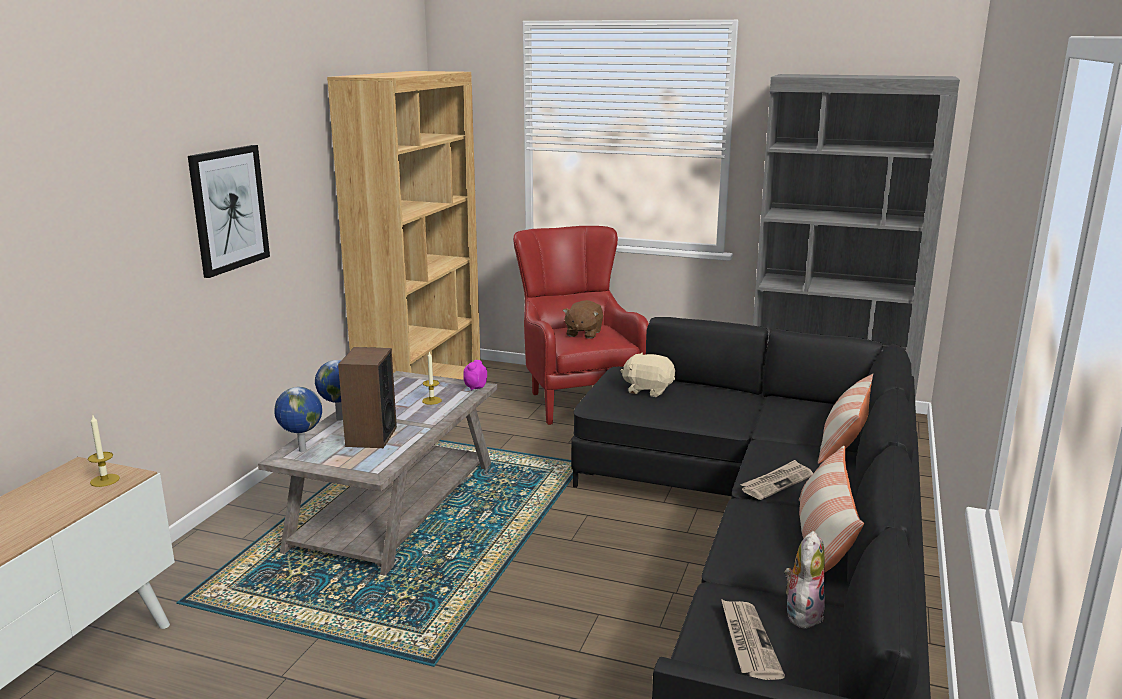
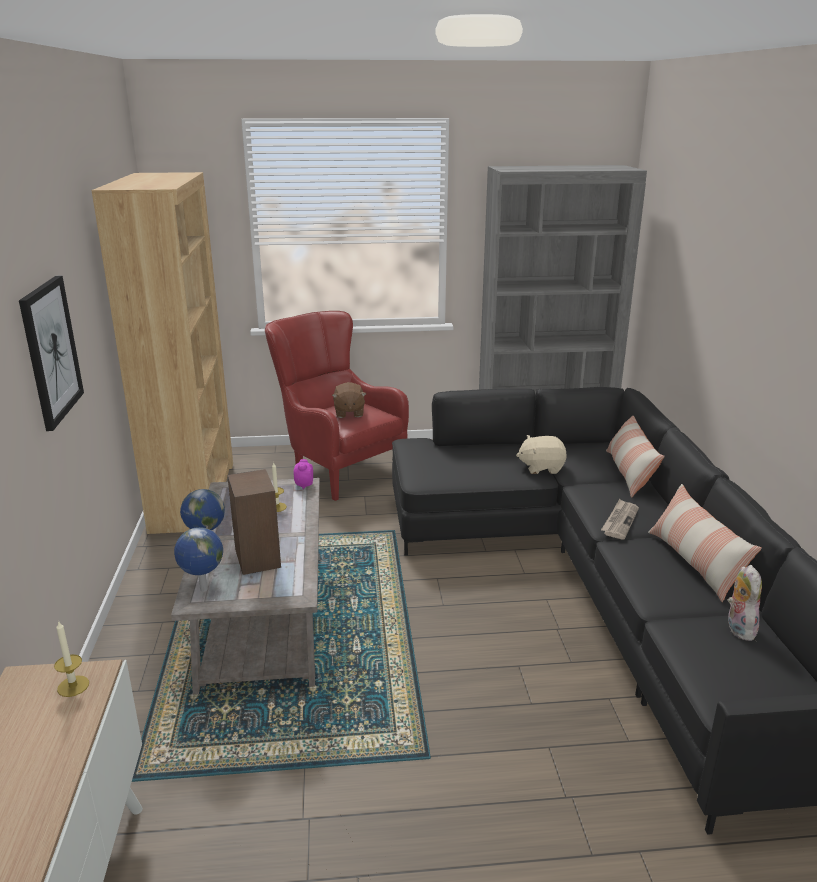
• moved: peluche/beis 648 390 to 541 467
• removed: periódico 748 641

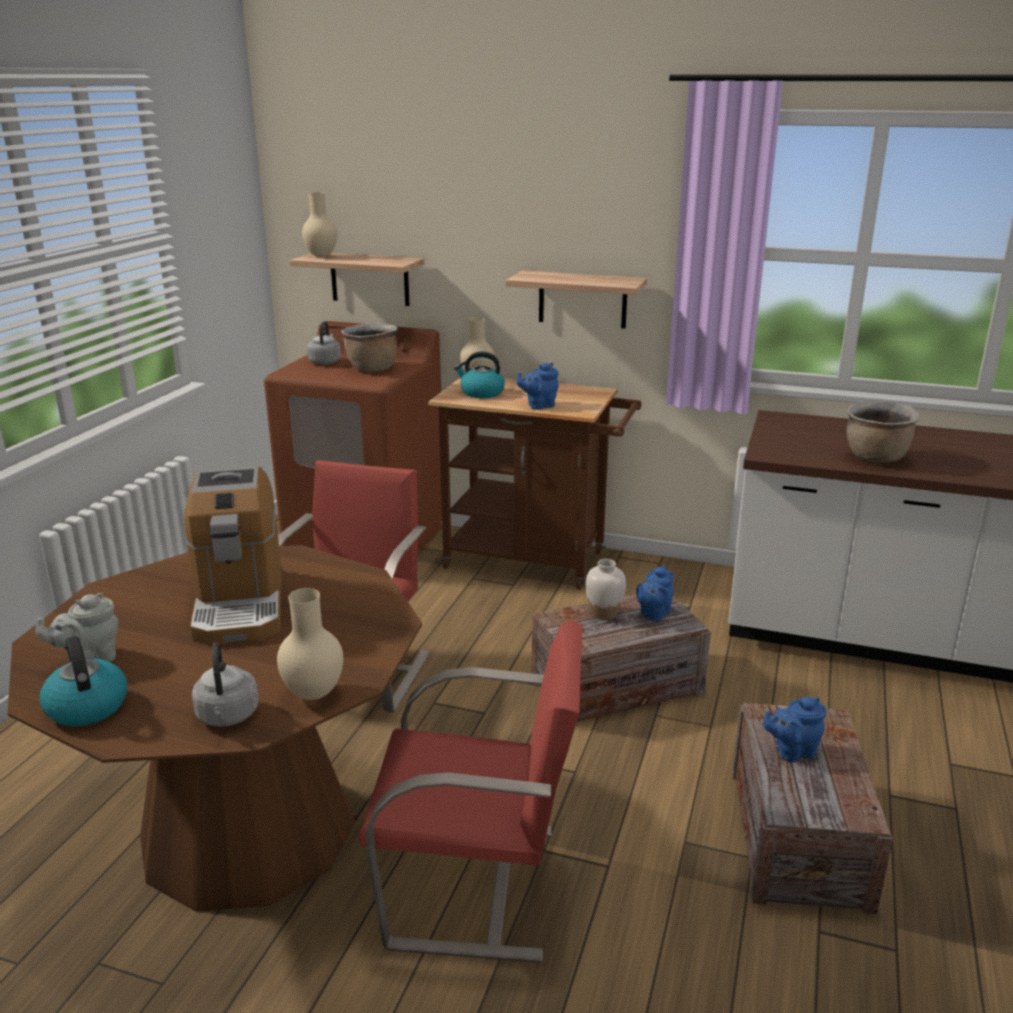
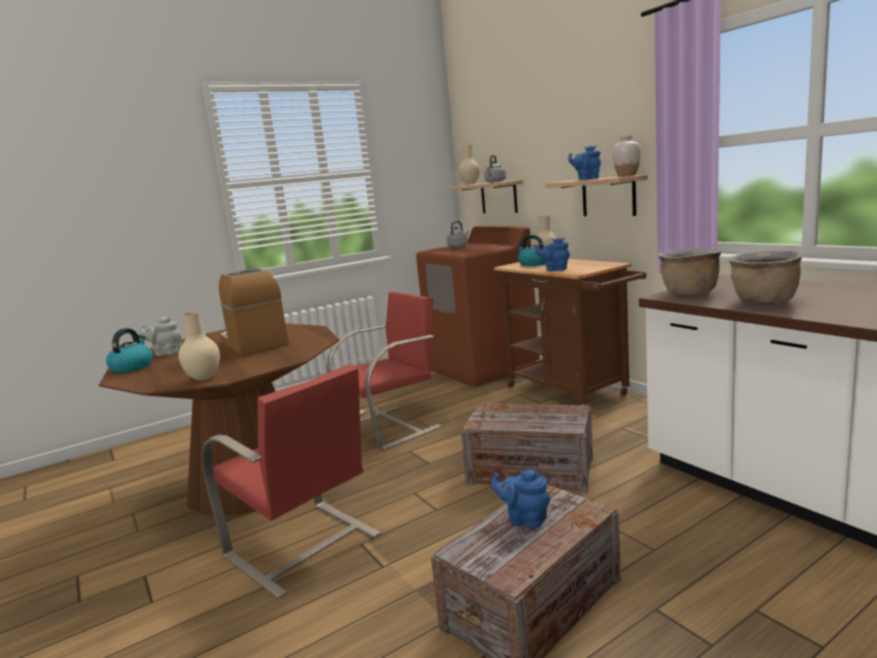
• turned: cafetera 240 603 = 254 343 120 degrees clockwise
• moved: hervidor/gris 227 717 to 495 182
• moved: olla/marrón 371 369 to 689 294
• moved: florero/blanco 604 613 to 626 176
• moved: tetera/azul 653 614 to 586 179

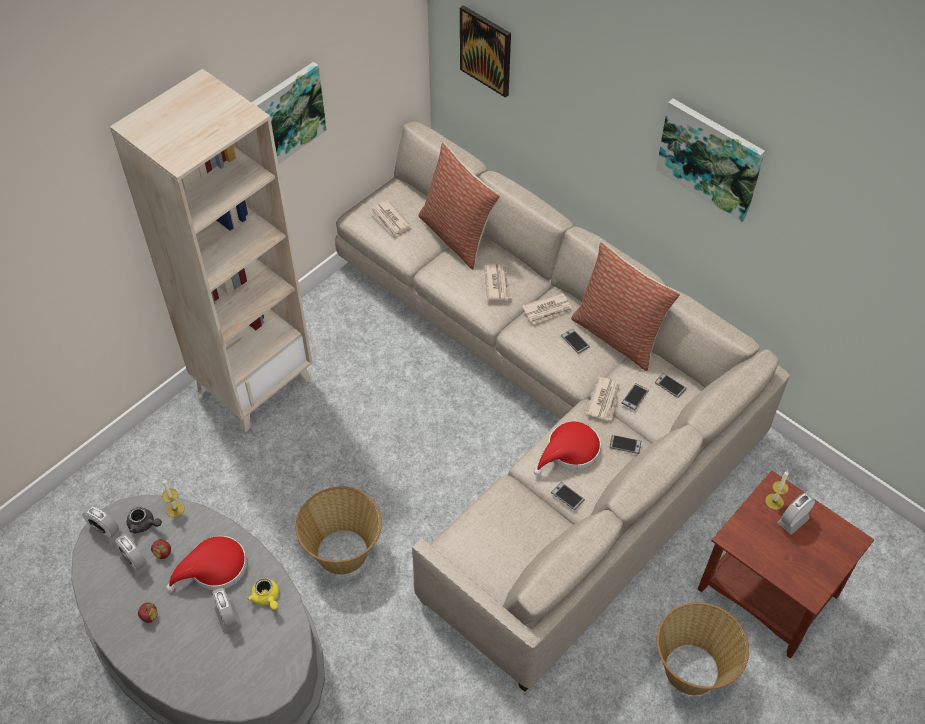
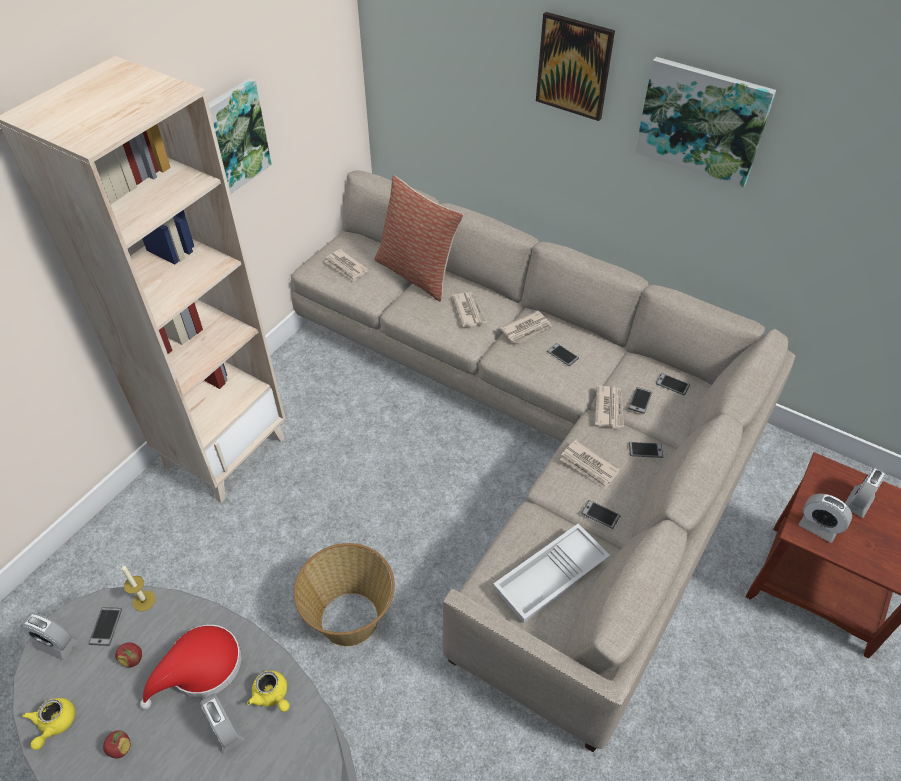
• moved: despertador 135 562 to 818 527
• replaced: tetera/gris 144 524 to móvil 106 626
• moved: cuadro 486 50 to 574 66
• replaced: sombrero/rojo 570 451 to periódico 589 466
• removed: cojín 618 335
• removed: cesta 692 669
• removed: vela 774 501
• added: tetera/amarillo 54 725
• added: bandeja/blanco 551 578

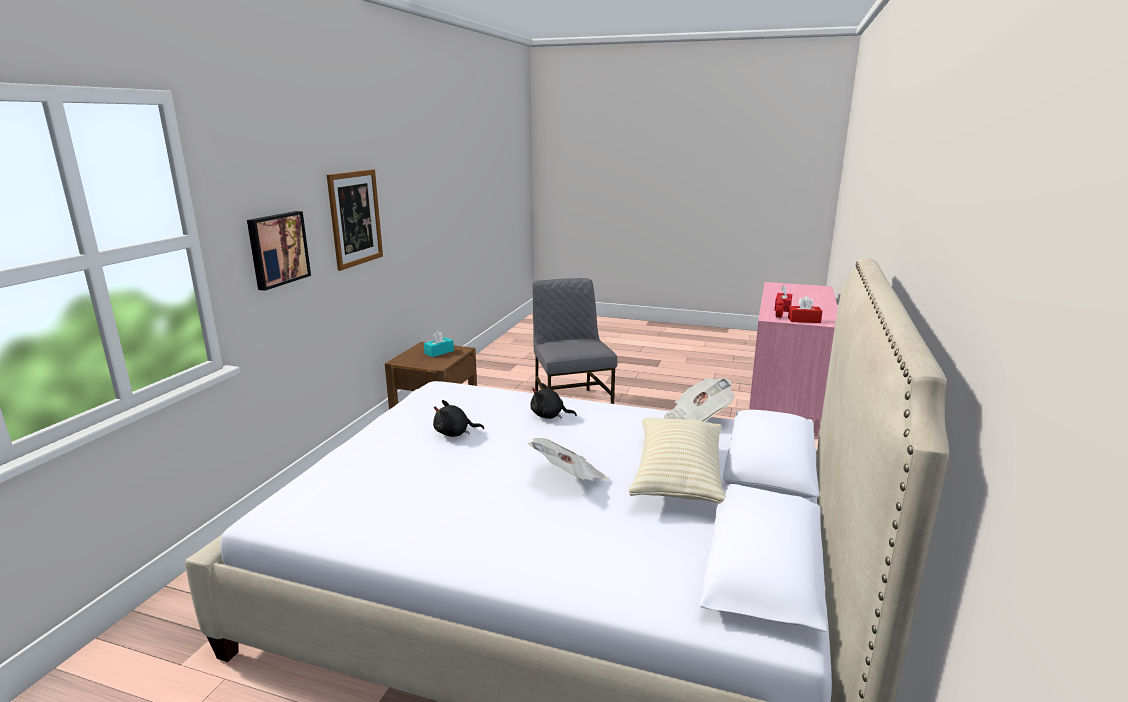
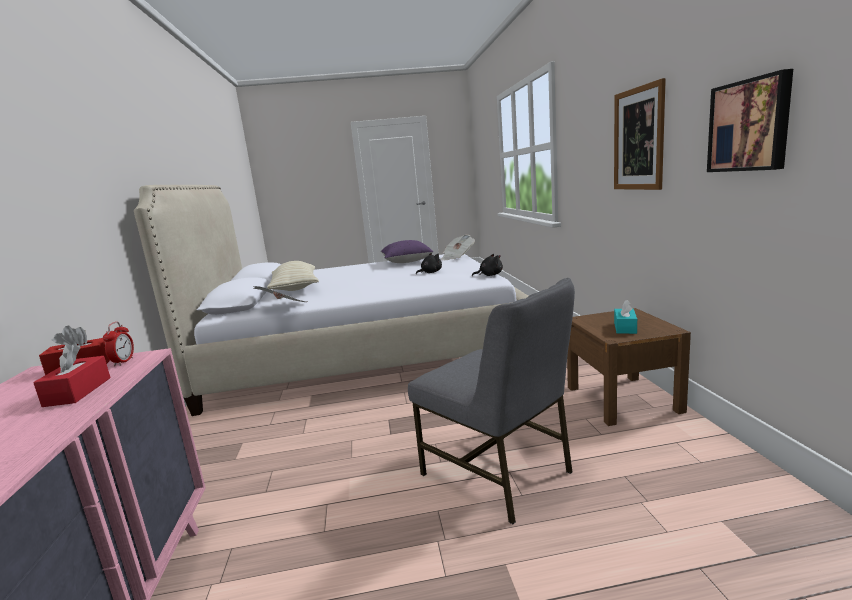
• moved: cuadro 277 249 to 750 125
• moved: periódico 569 479 to 457 257
• moved: peluche/negro 549 416 to 489 275
• added: cojín/morado 407 262

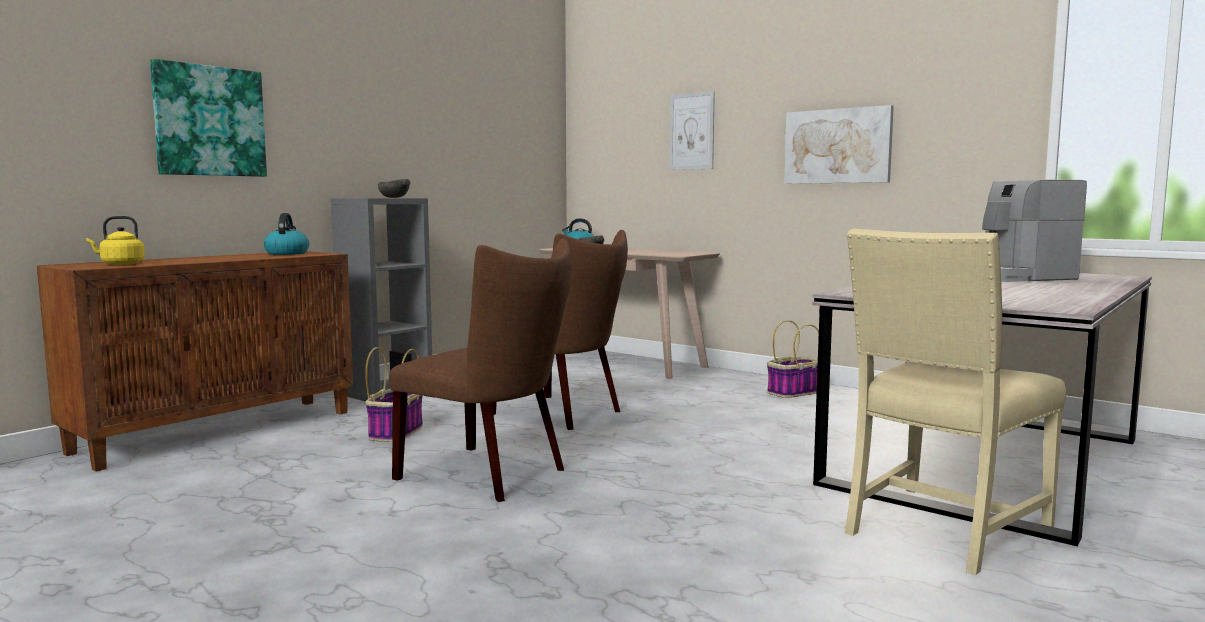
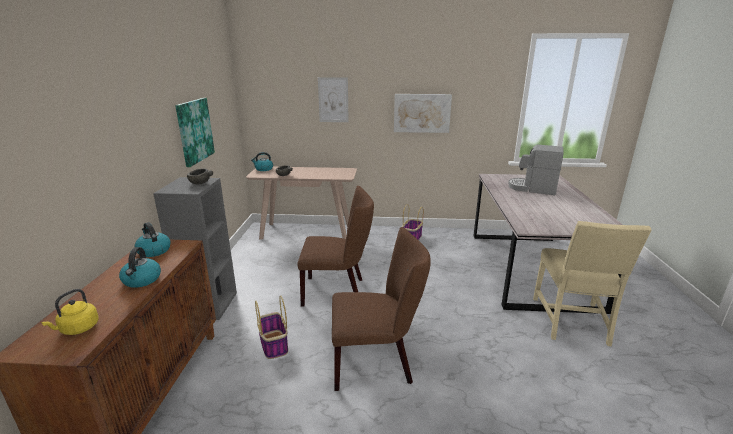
• moved: cuadro 209 121 to 194 131
• turned: cafetera 1015 278 = 532 188 75 degrees clockwise
• added: hervidor 142 280

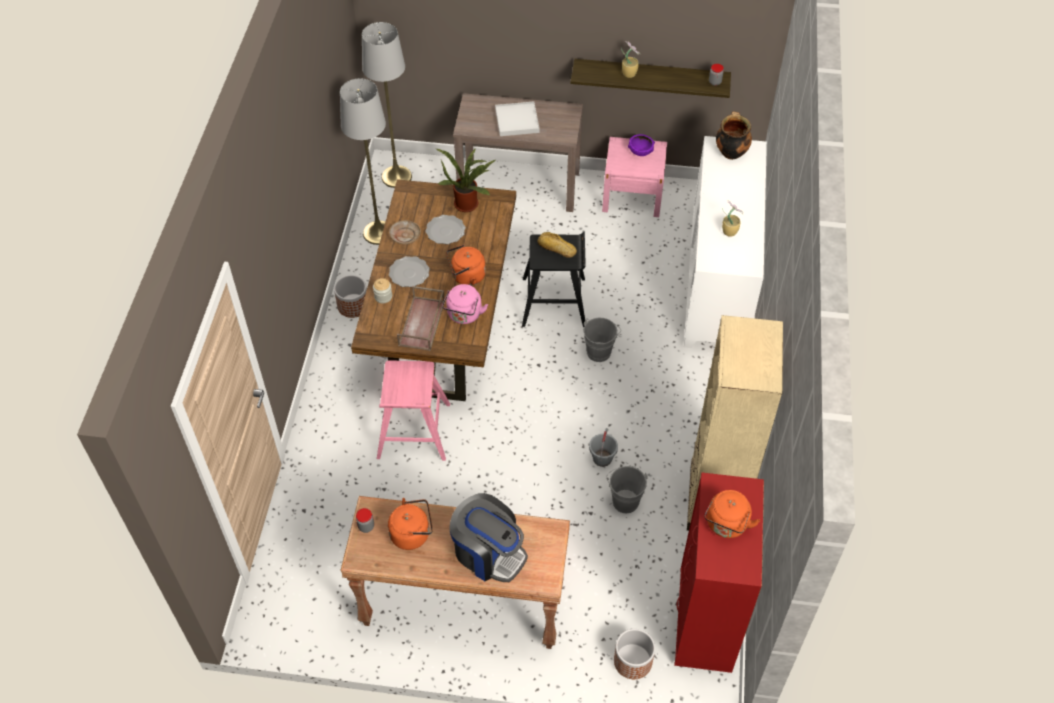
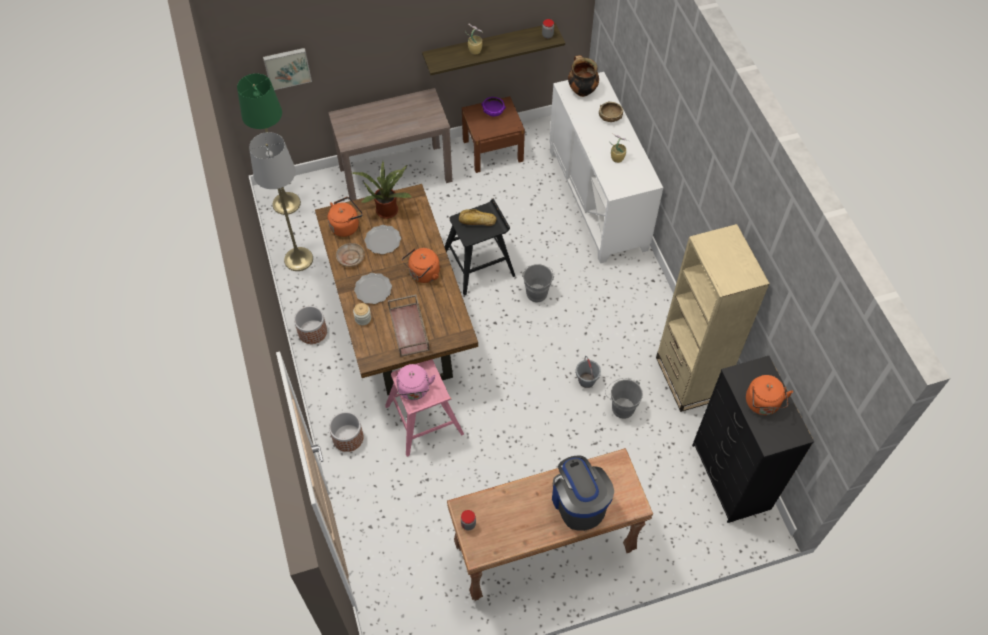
• recoloured: lámpara de pie/gris 396 177 to lámpara de pie/verde 286 203
• moved: hervidor/naranja 412 534 to 346 225
• moved: hervidor/rosa 464 315 to 414 390
• turned: cafetera 488 553 = 578 502 120 degrees counterclockwise
• removed: bandeja/blanco 517 121
• recoloured: mesita de noche/rosa 632 196 to mesita de noche/marrón 493 150
• moved: maceta 633 661 to 348 438
• recoloured: cómoda/rojo 705 620 to cómoda/negro 731 477
• added: cuadro 287 67
• added: cuenco/marrón 610 117

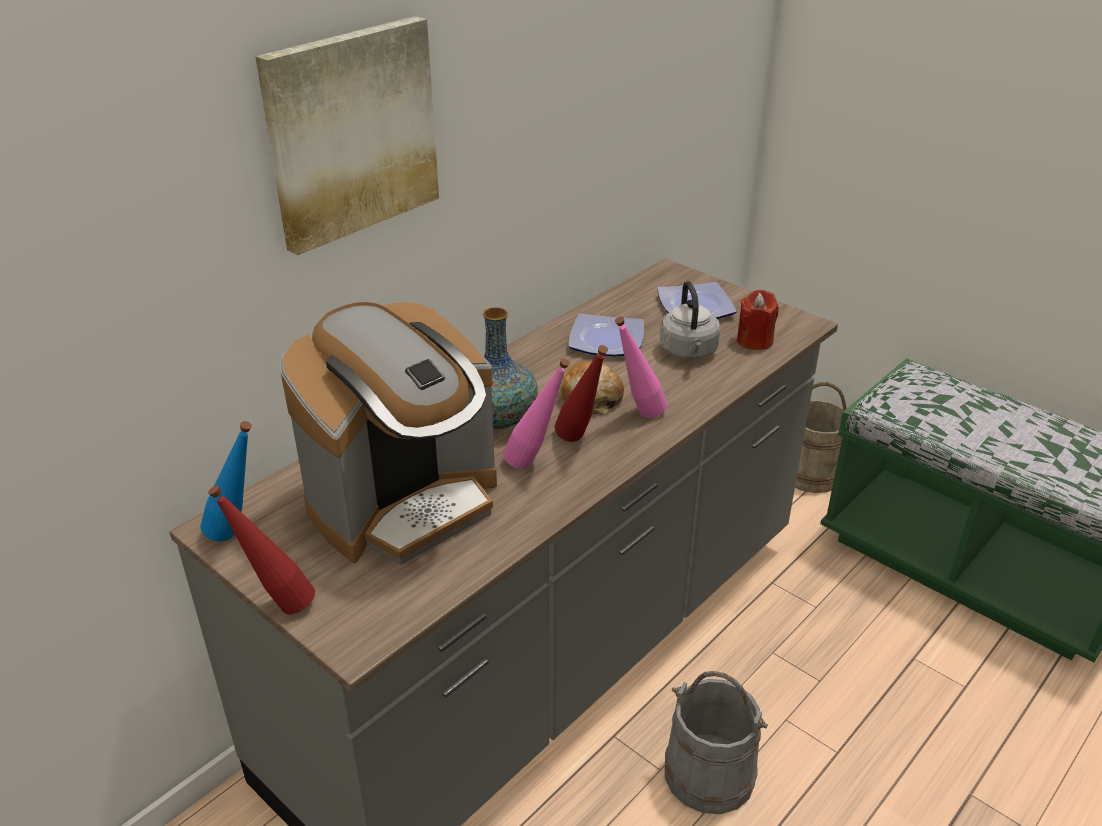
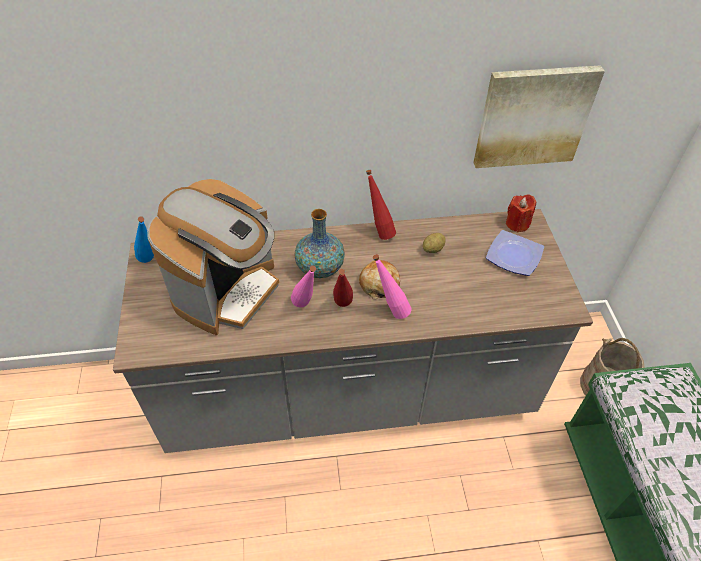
• moved: botella/rojo 276 605 to 379 232
• moved: cuadro 351 132 to 533 116
• turned: cafetera 405 503 = 227 291 60 degrees counterclockwise
• replaced: plato 605 340 to patata 433 249
• removed: hervidor/gris 689 352
• removed: cubo/gris 708 774
• moved: vela/rojo 754 341 to 517 224

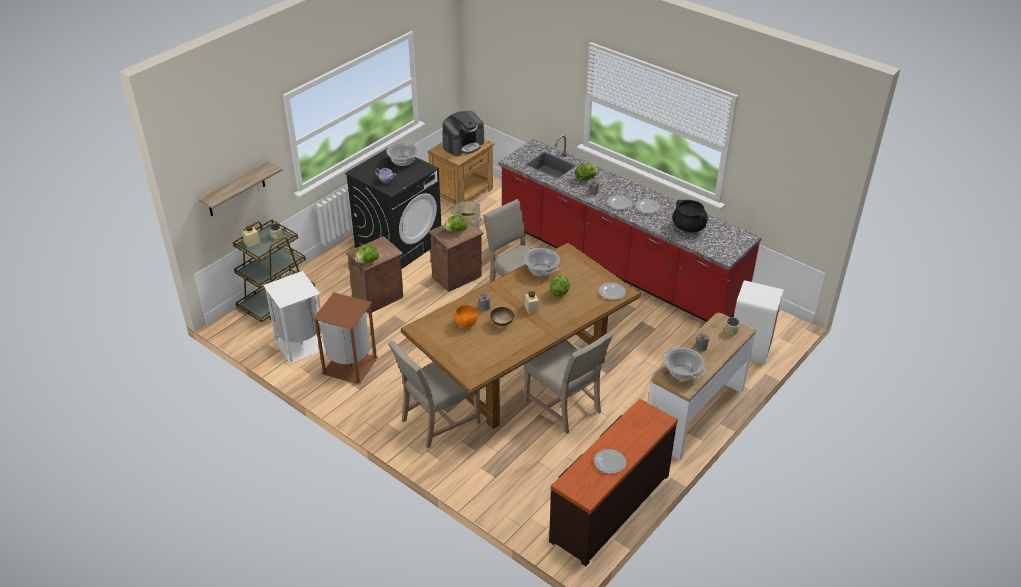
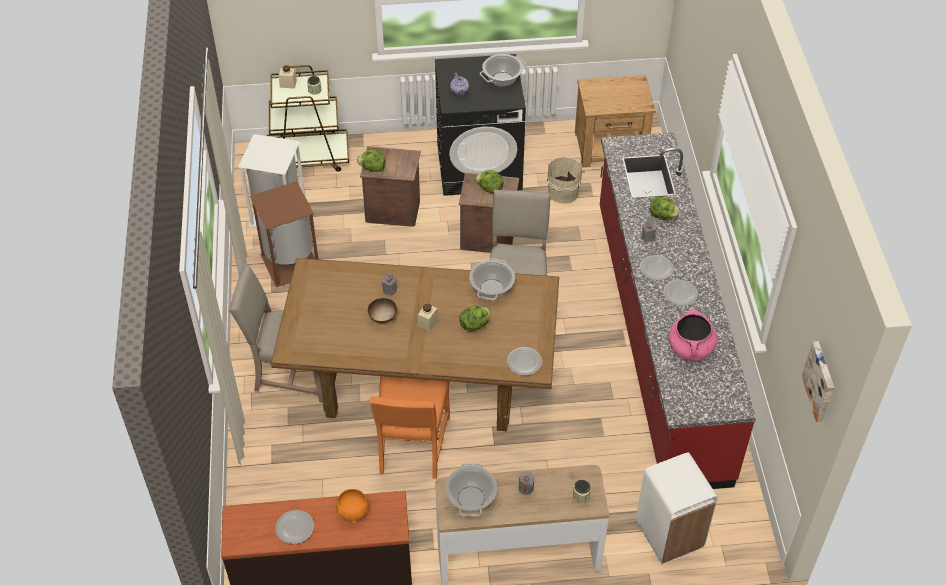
• removed: estante 236 190
• removed: cafetera 463 145
• moved: cuenco/naranja 466 323 to 353 512
• recoloured: silla/beis 565 407 to silla/naranja 412 447
• recoloured: olla/negro 689 227 to olla/rosa 690 348
• added: cuadro 820 381

